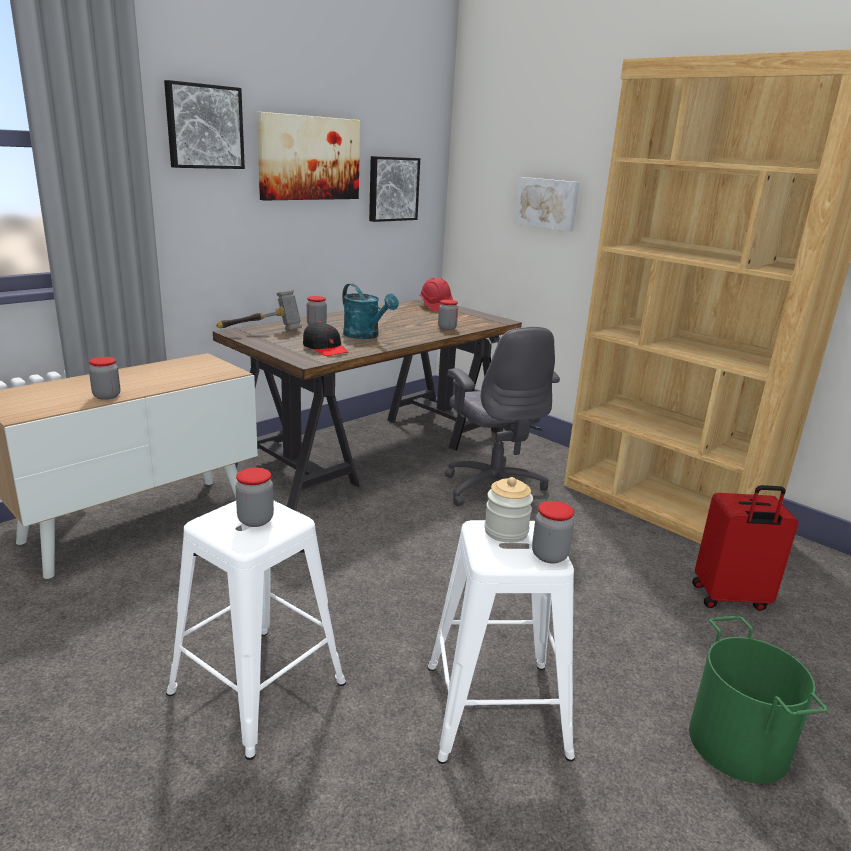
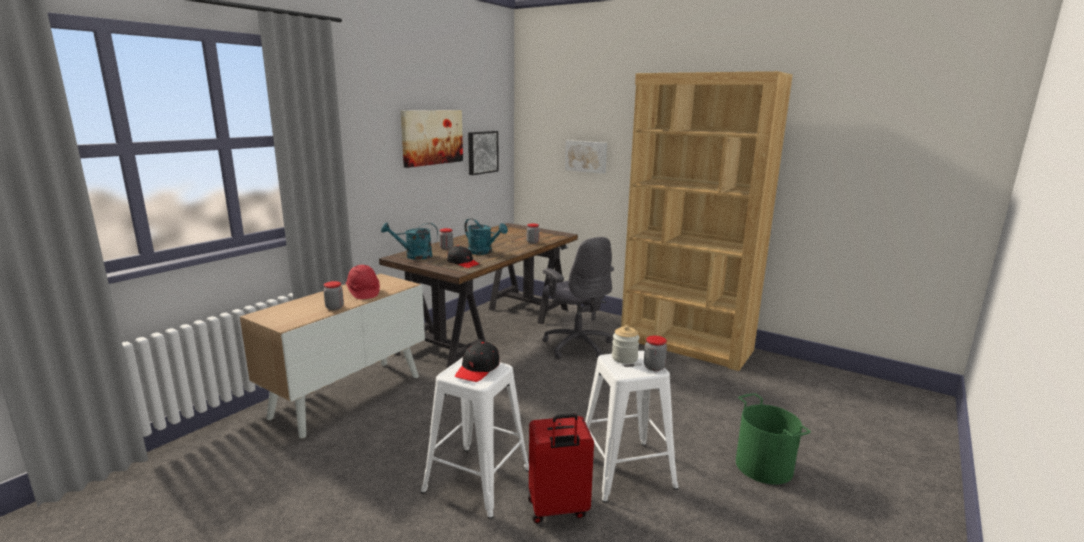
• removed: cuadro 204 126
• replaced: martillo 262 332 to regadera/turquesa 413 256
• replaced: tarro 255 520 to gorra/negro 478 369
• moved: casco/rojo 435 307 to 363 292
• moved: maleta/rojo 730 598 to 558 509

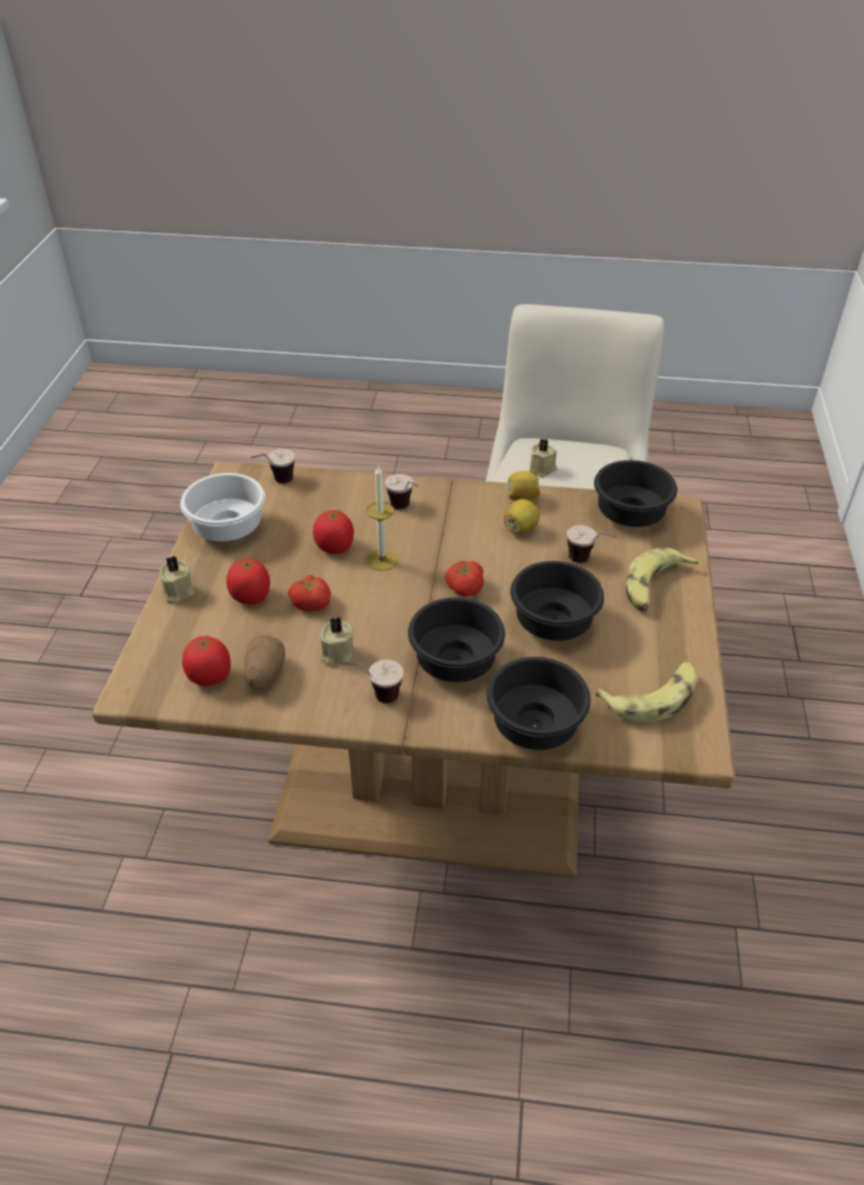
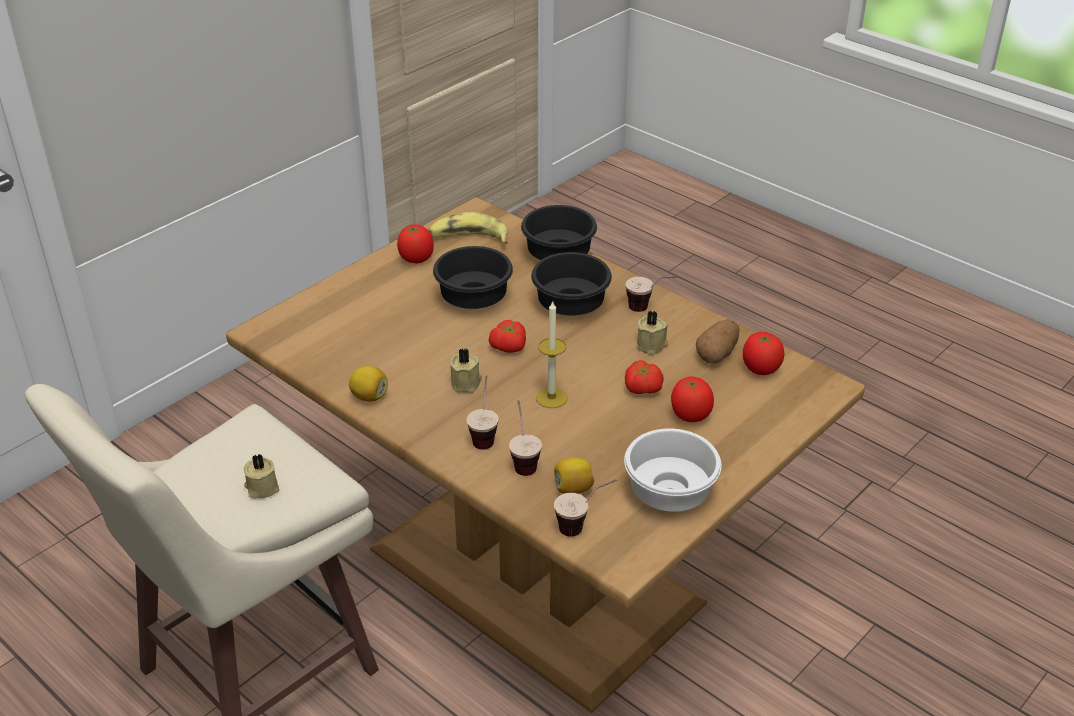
• moved: vela/beis 177 592 to 467 383
• moved: tomate 335 547 to 416 259
• moved: limón 520 529 to 573 489
• moved: taza 588 562 to 523 460
• removed: cuenco/negro 627 514
• removed: plátano 654 586

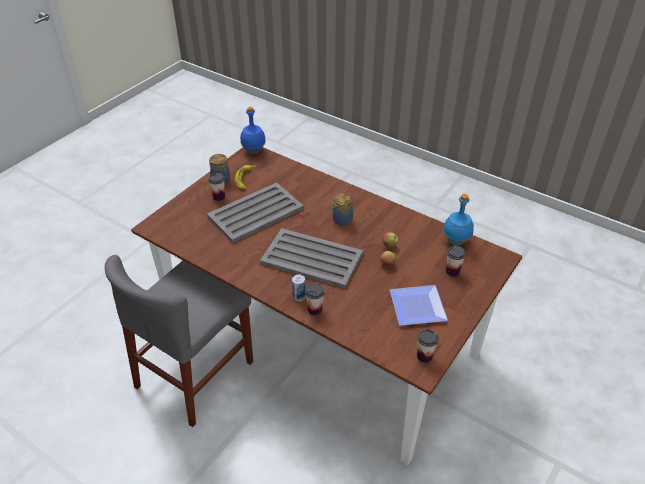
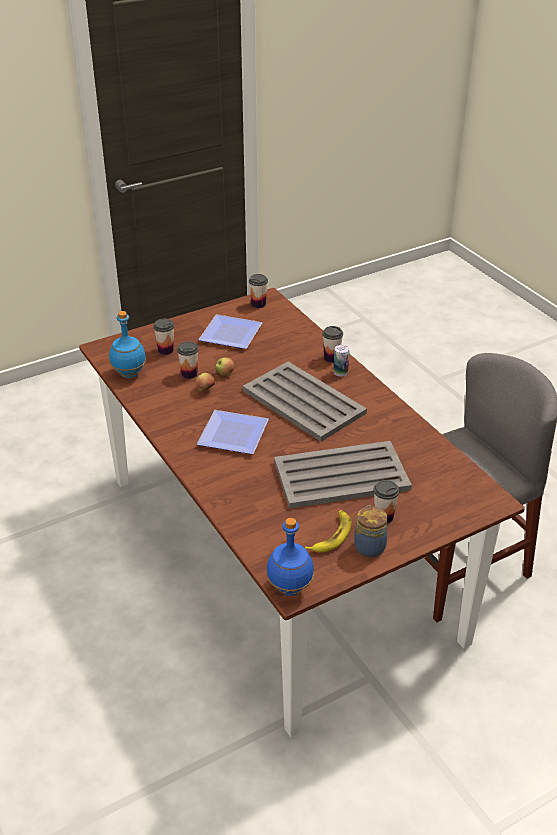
• replaced: tarro 341 220 to plato 236 434
• added: taza 189 374

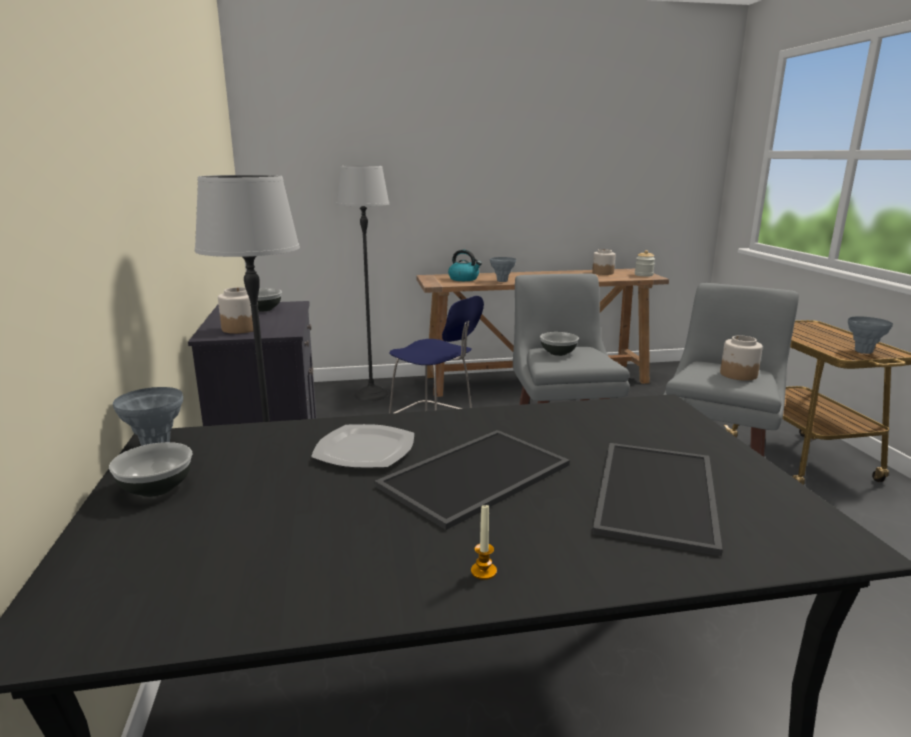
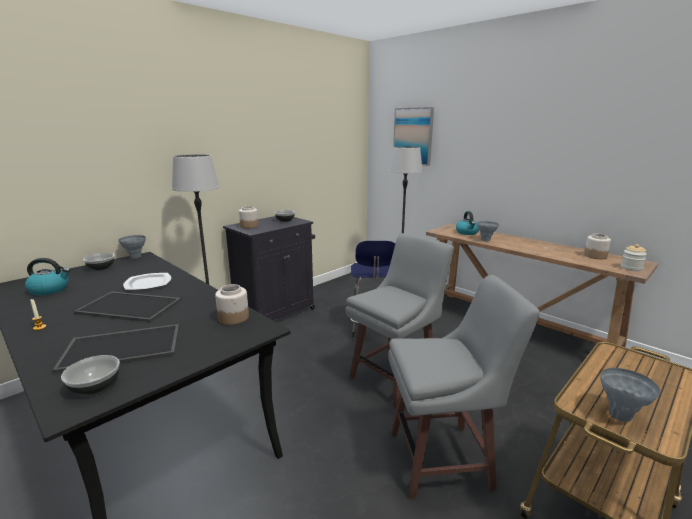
• moved: cuenco 558 353 to 94 387
• moved: tarro 738 374 to 234 317
• added: hervidor 50 289
• added: cuadro 413 136

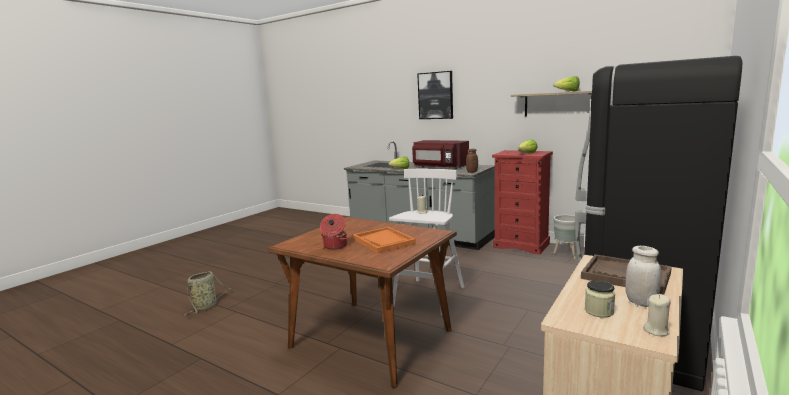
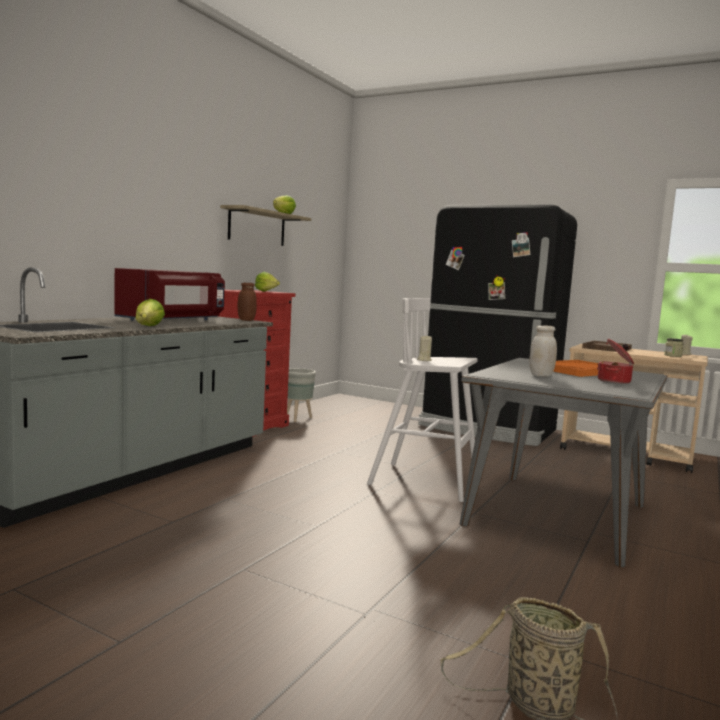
• recoloured: mesa de comedor/marrón 371 339 to mesa de comedor/gris 557 514
• removed: cuadro 435 95
• moved: tarro/blanco 641 302 to 541 375

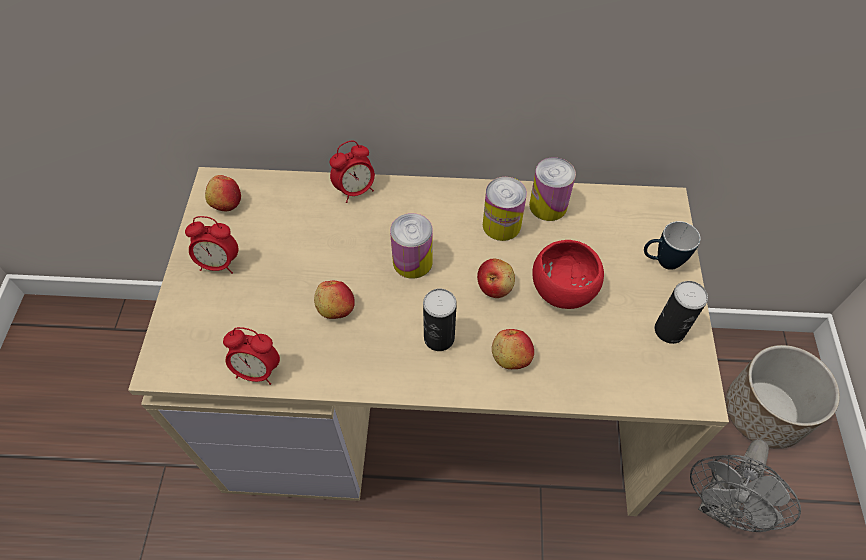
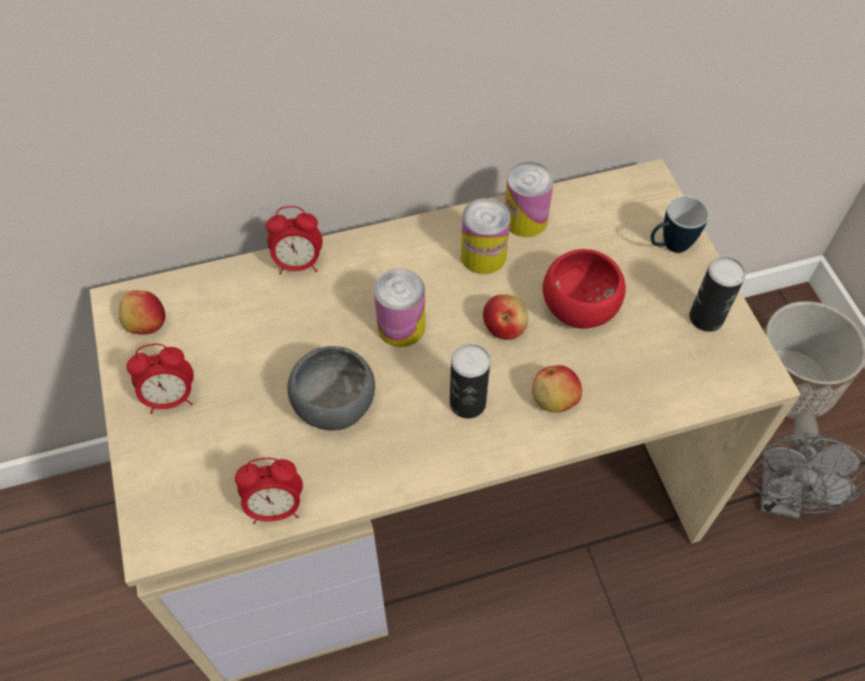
• replaced: manzana 335 308 to cuenco/gris 335 406
• turned: despertador 355 190 = 298 264 45 degrees clockwise

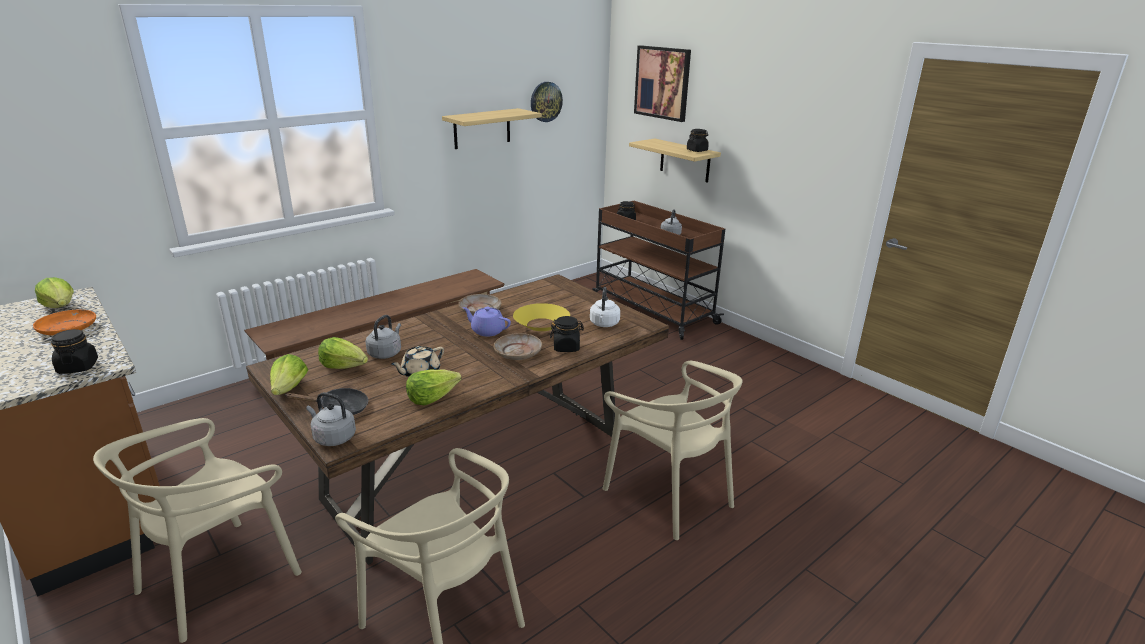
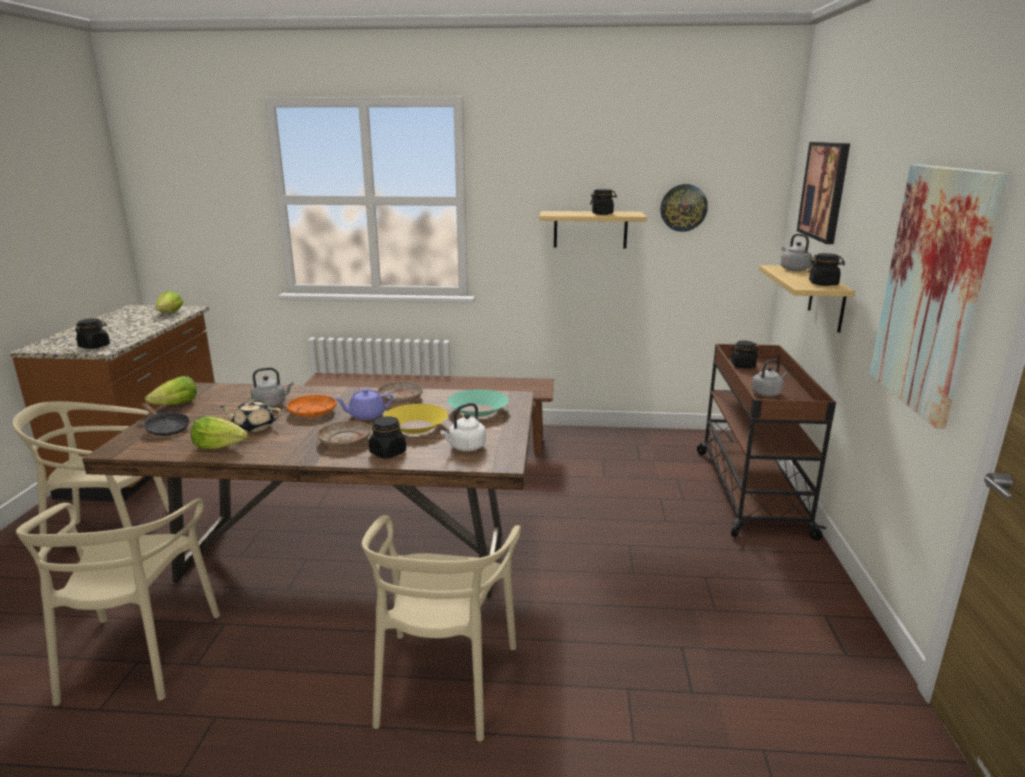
• moved: plato/naranja 67 329 to 312 412
• moved: hervidor/gris 333 437 to 793 269
• removed: lechuga 344 366
• turned: tetera/morado 487 331 = 366 415 90 degrees counterclockwise
• added: cuenco/turquesa 478 410
• added: tarro/negro 602 214
• added: cuadro 931 290

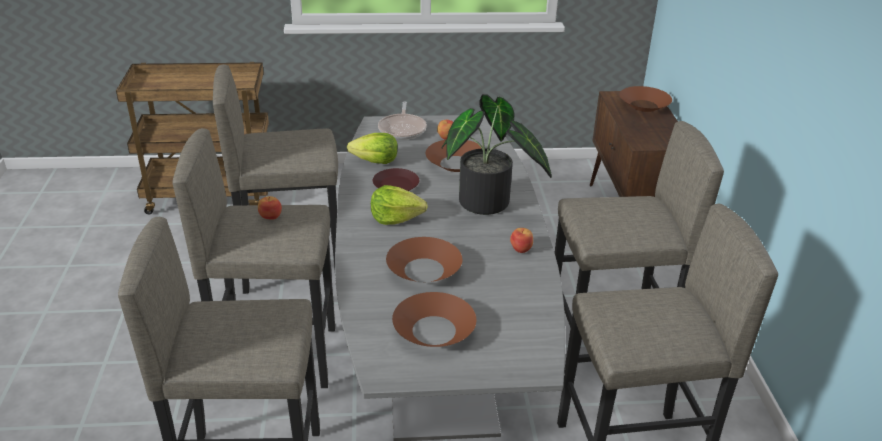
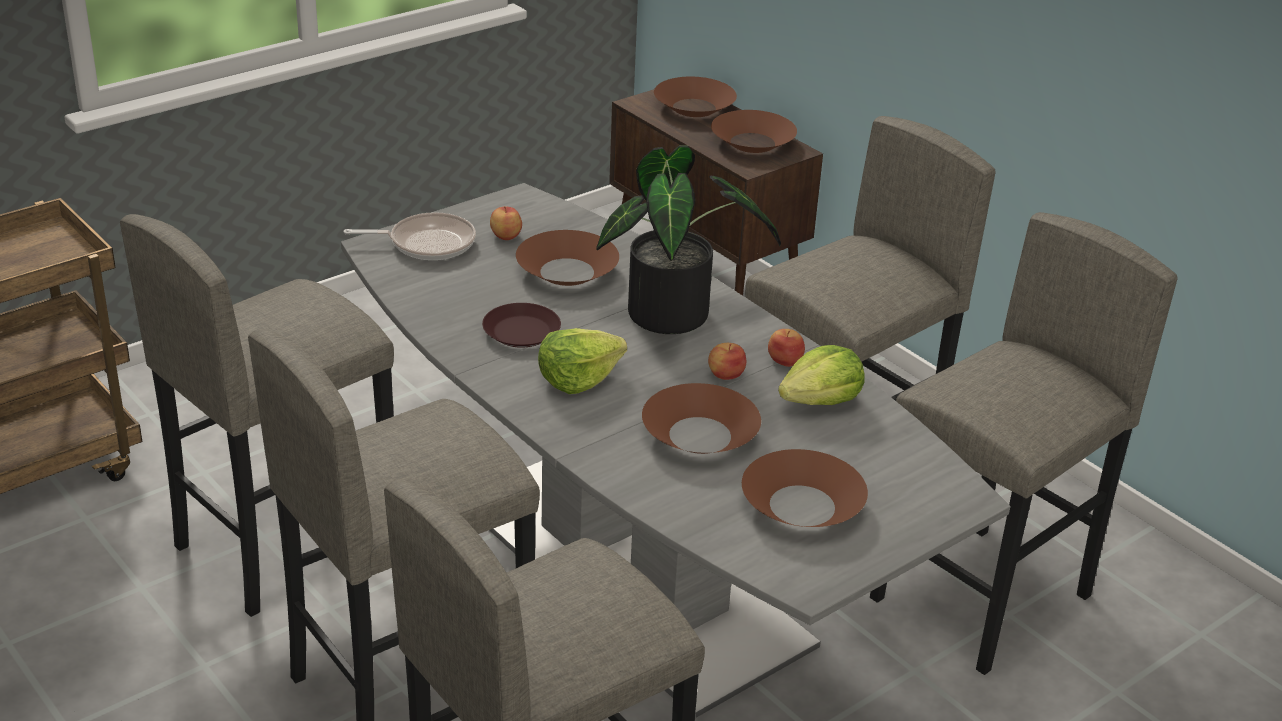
• moved: manzana 270 216 to 725 374
• moved: lechuga 375 161 to 821 400
• turned: sartén 402 129 = 427 243 60 degrees counterclockwise
• added: cuenco/marrón 752 143

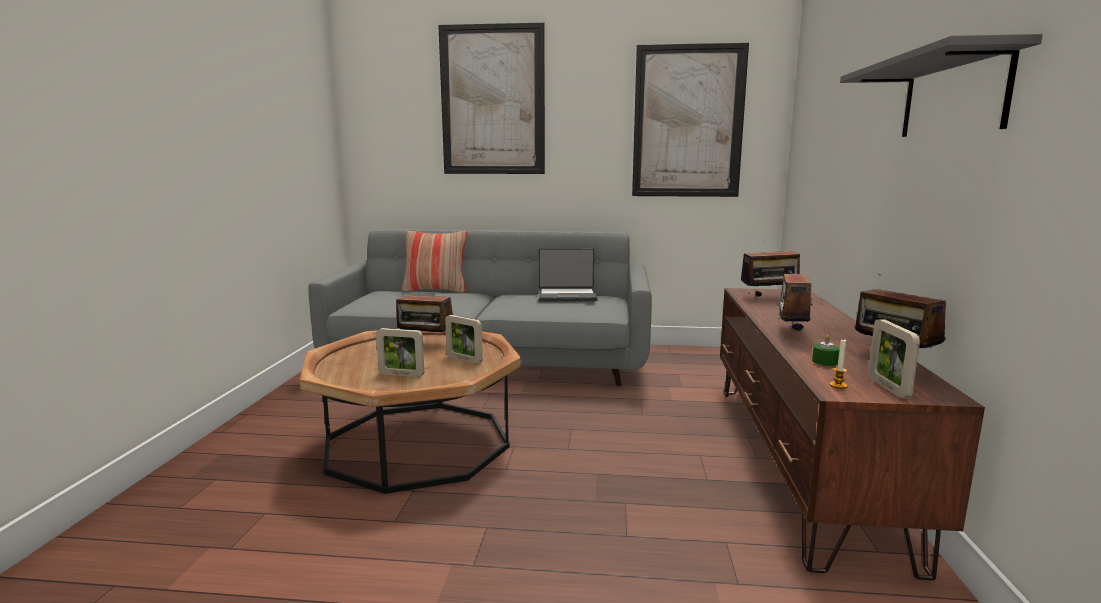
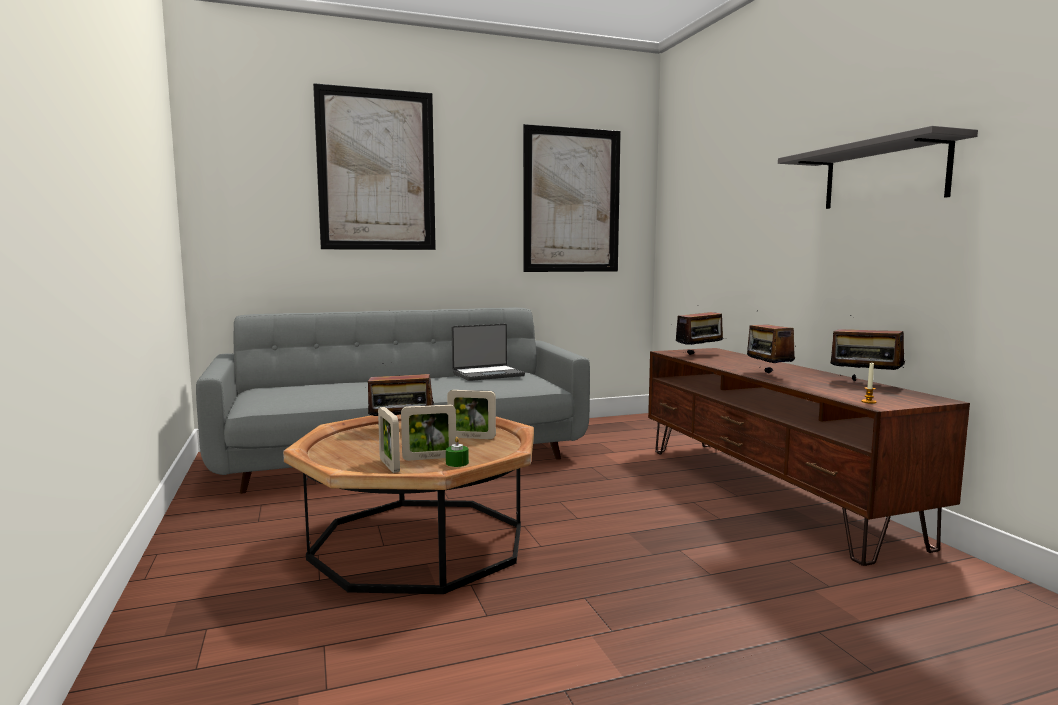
• removed: cojín 435 290
• moved: vela/verde 824 362 to 457 463
• moved: portarretratos 888 388 to 389 465

